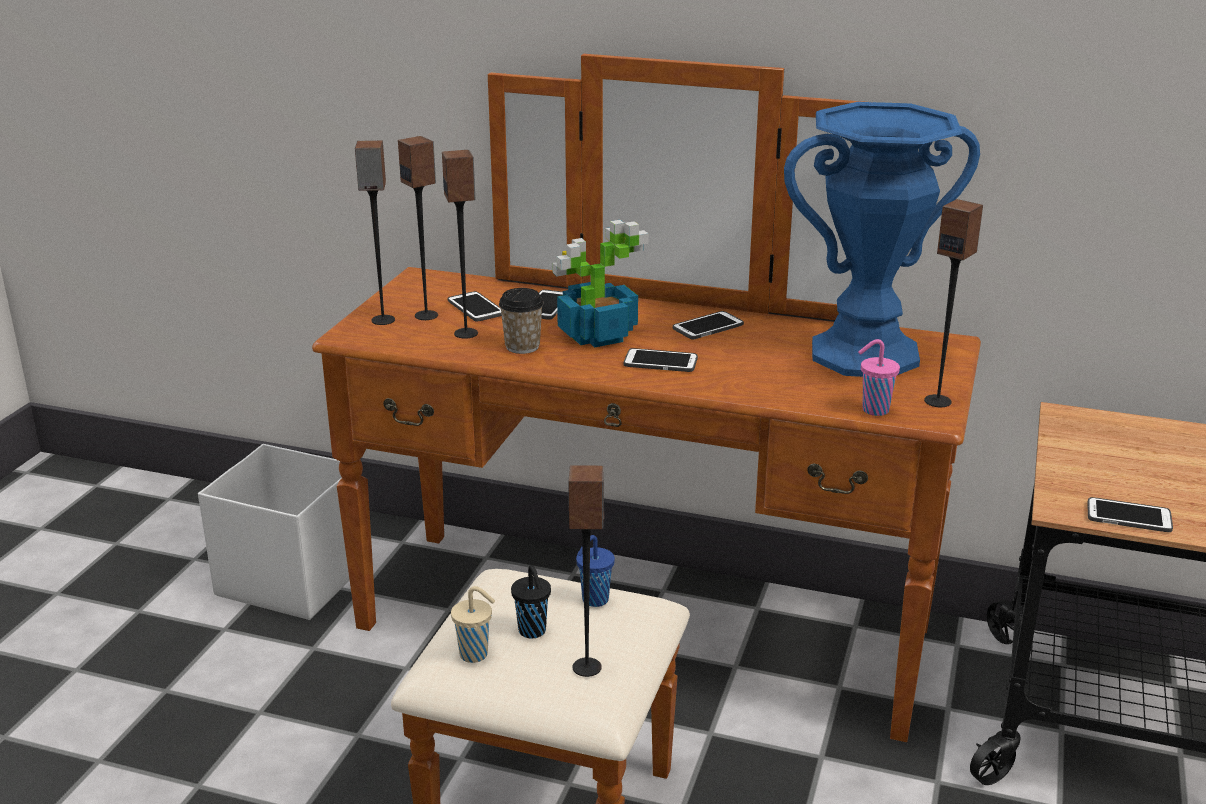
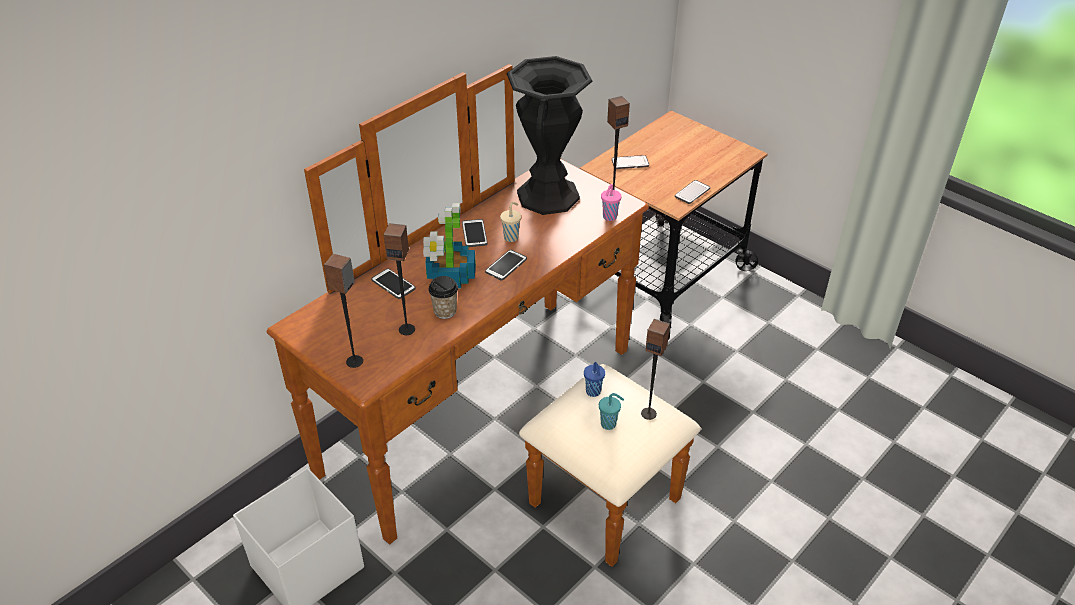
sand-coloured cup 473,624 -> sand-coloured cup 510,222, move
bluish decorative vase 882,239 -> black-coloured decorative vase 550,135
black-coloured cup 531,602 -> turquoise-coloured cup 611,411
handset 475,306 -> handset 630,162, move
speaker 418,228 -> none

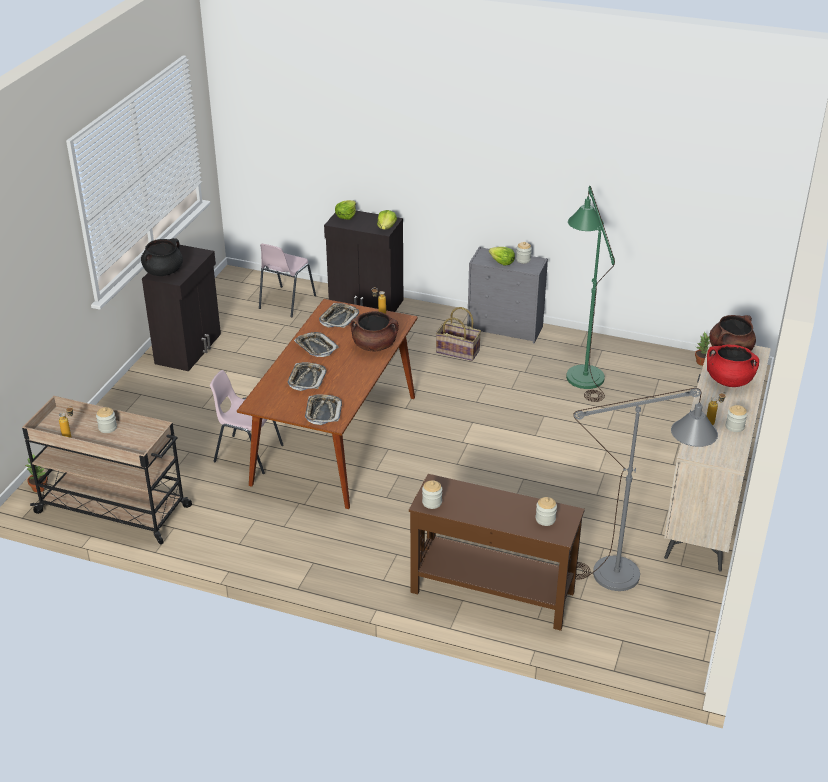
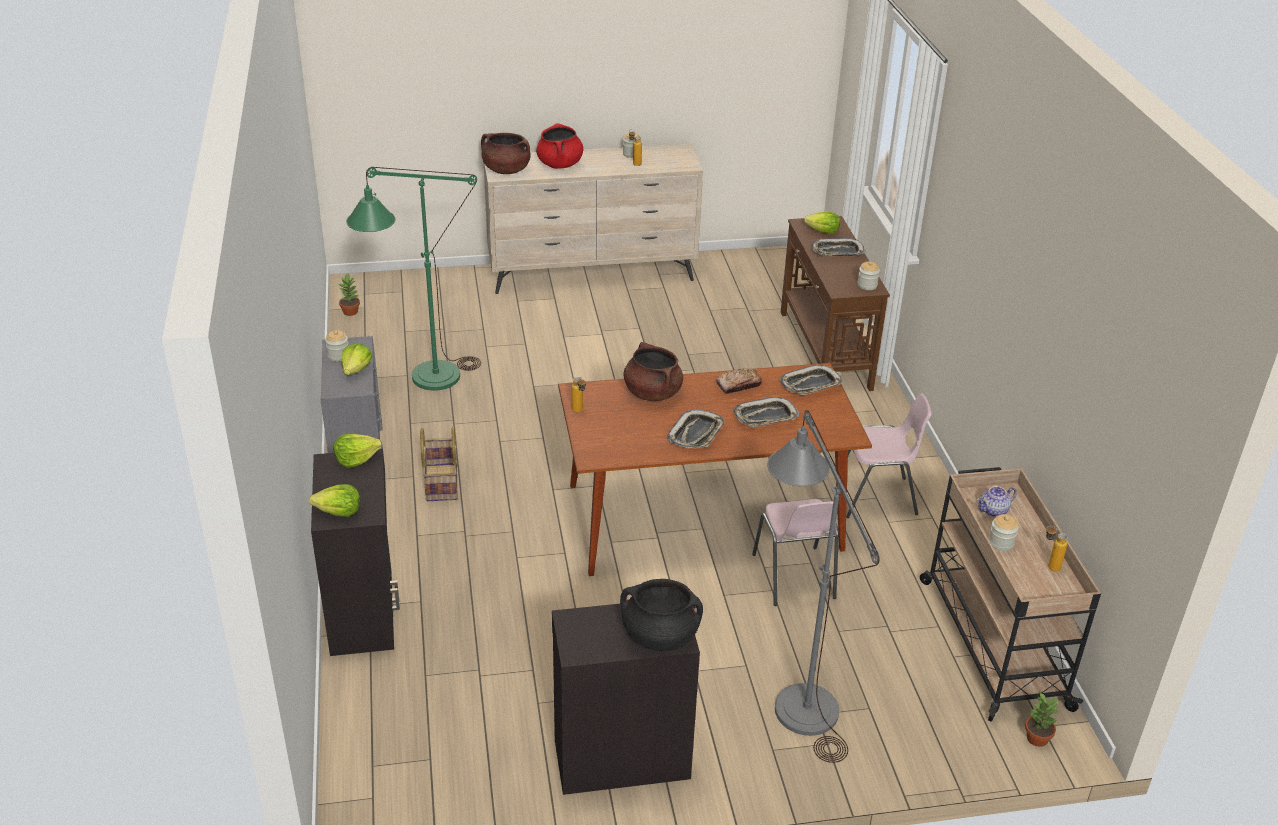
none -> bread 739,381
gray standing lamp 645,489 -> gray standing lamp 823,586, move
jar 546,511 -> head of lettuce 822,222
tray 339,315 -> tray 839,247, move
pink-coloured chair 287,281 -> pink-coloured chair 889,455, move
none -> tea pot 997,501

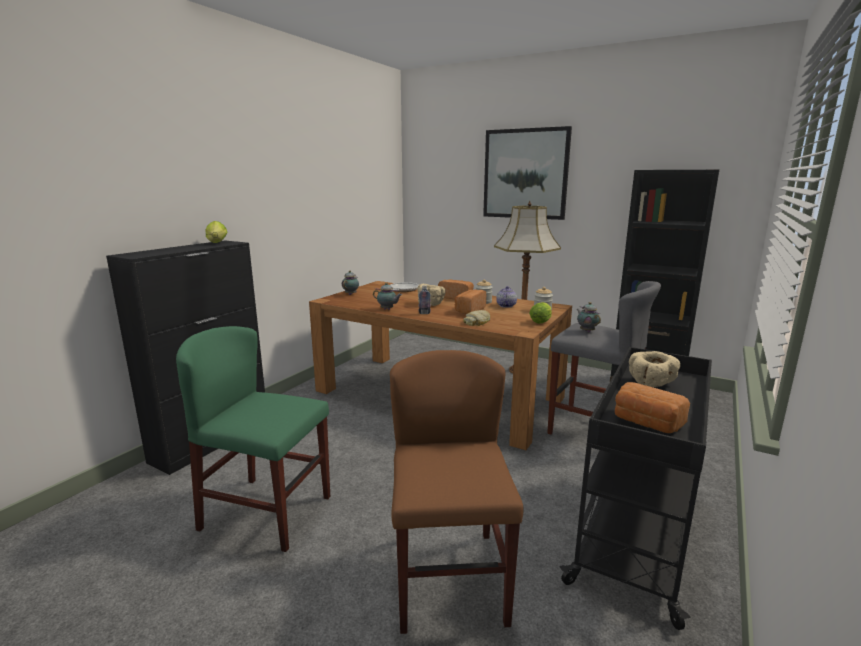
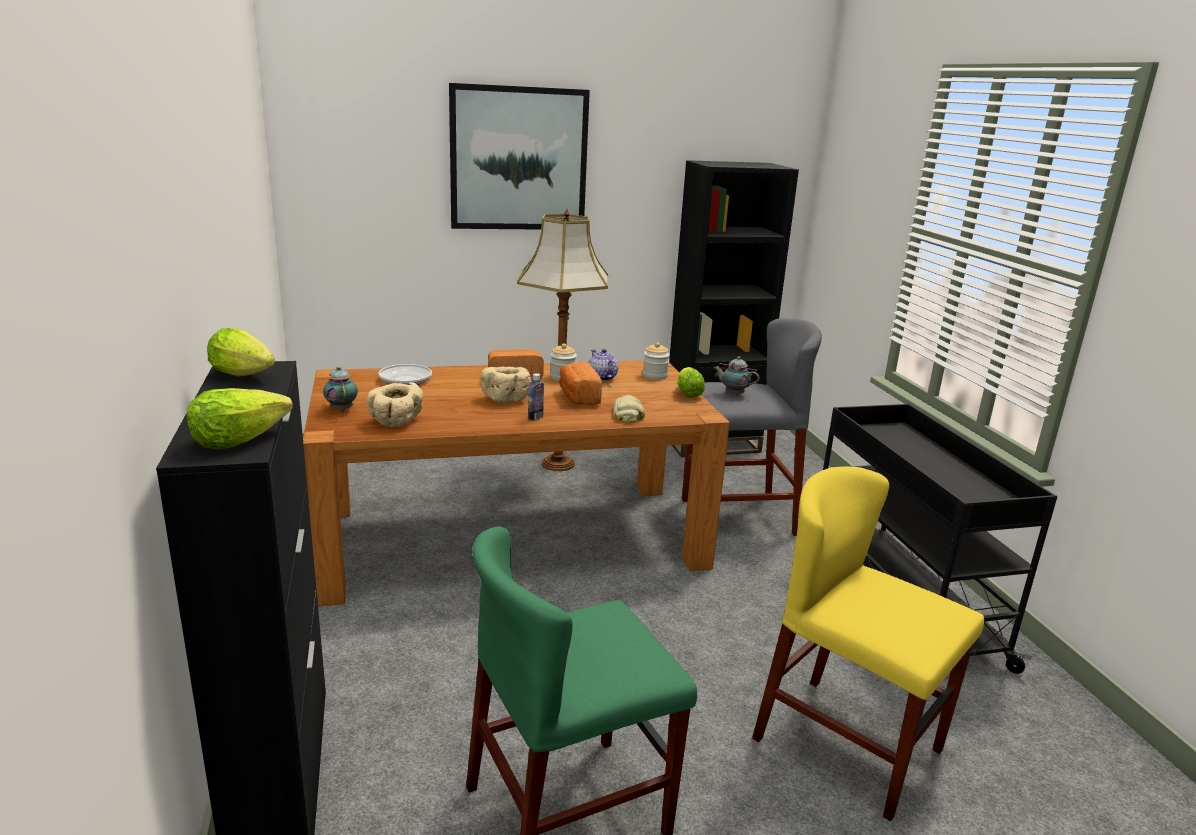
none -> head of lettuce 240,419
sand-coloured serving bowl 654,369 -> sand-coloured serving bowl 395,405, move
brownish chair 457,492 -> yellow-coloured chair 868,643
tea pot 387,296 -> none
bread 652,407 -> none

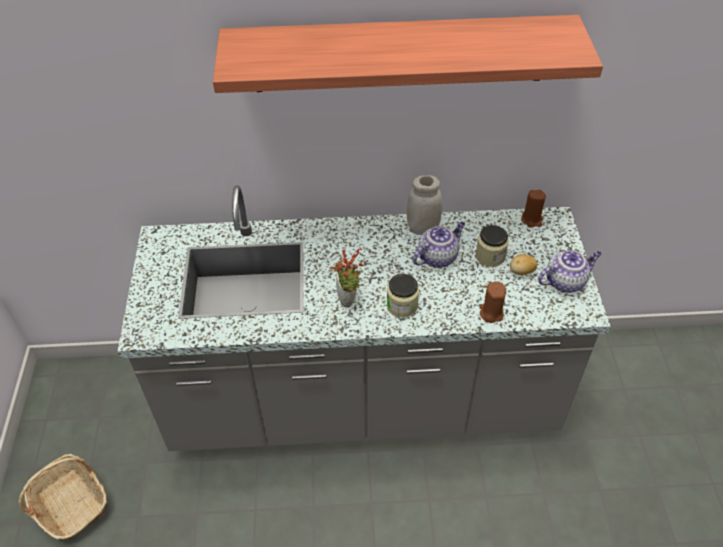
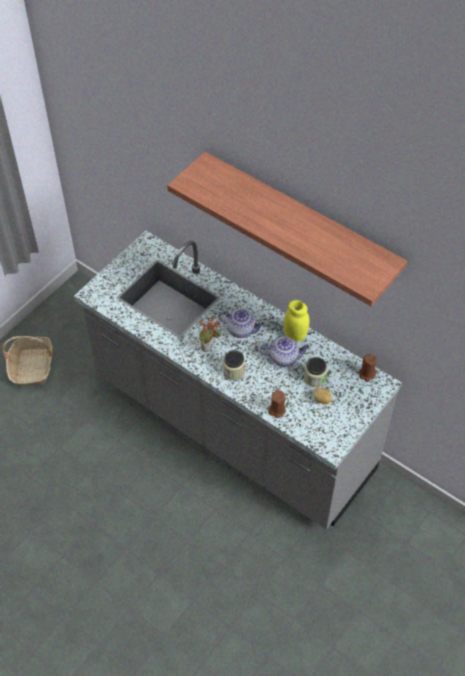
tea pot 570,271 -> tea pot 241,323, move
whitish jar 425,205 -> yellow-coloured jar 297,321

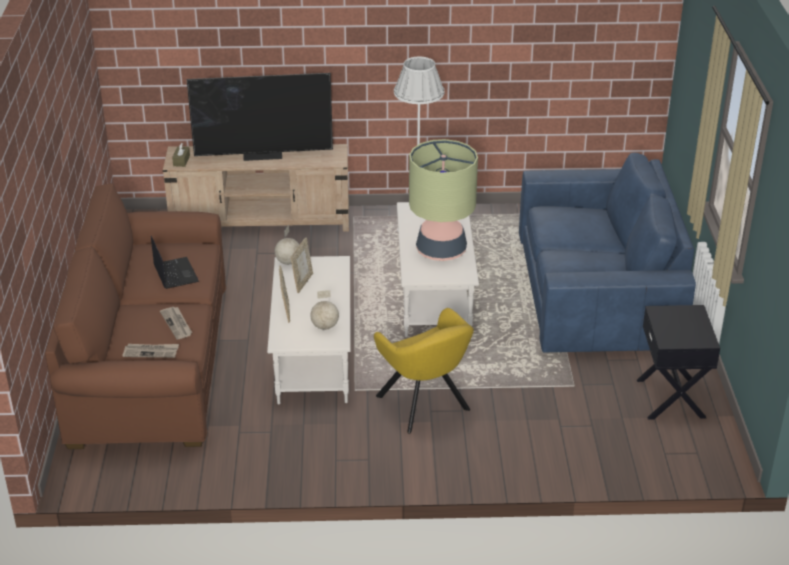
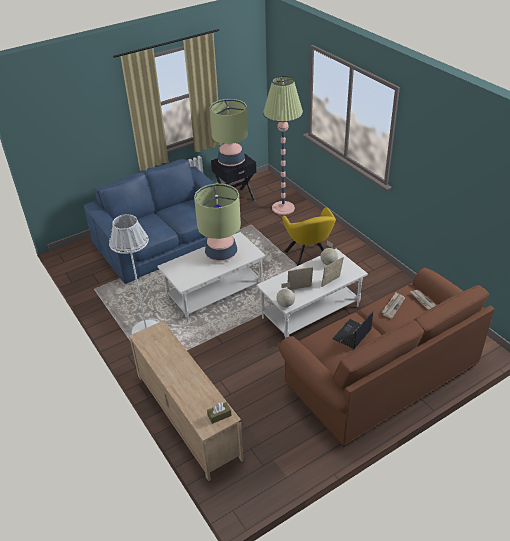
none -> lamp for a table 228,132
none -> standing lamp 283,145
yellow-coloured lounge chair 424,371 -> yellow-coloured lounge chair 309,236, 135 degrees clockwise
TV 260,117 -> none

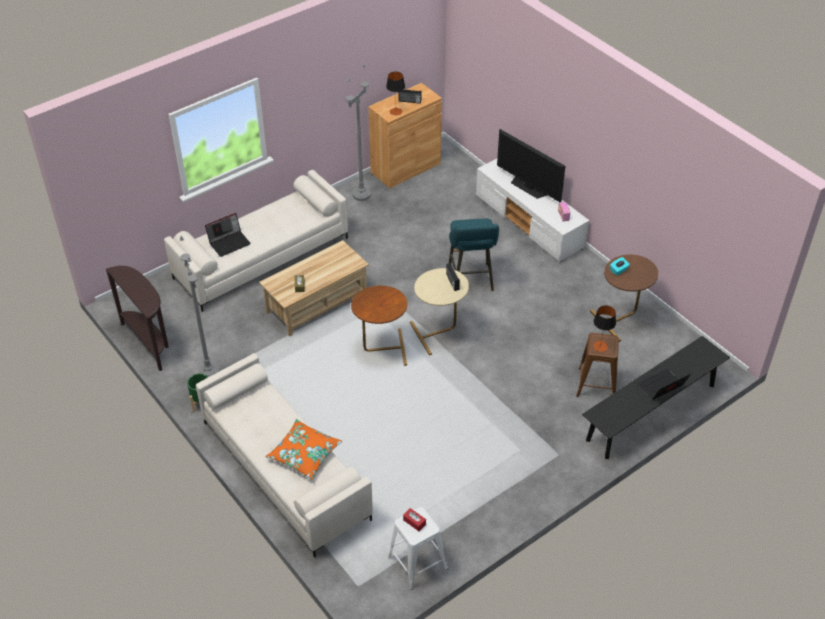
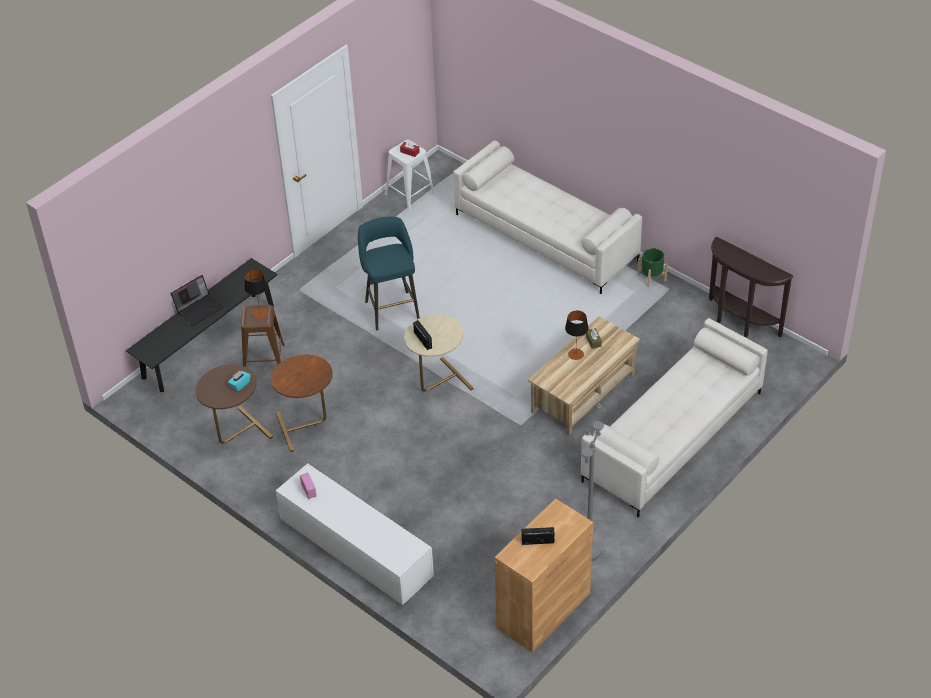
brownish end table 379,326 -> brownish end table 302,403, move
turquoise-coloured stool 474,255 -> turquoise-coloured stool 389,273, move
lamp for a table 395,93 -> lamp for a table 577,335, move
gray standing lamp 200,306 -> none
portable computer 228,235 -> none
orangey pillow 303,449 -> none
TV 531,165 -> none

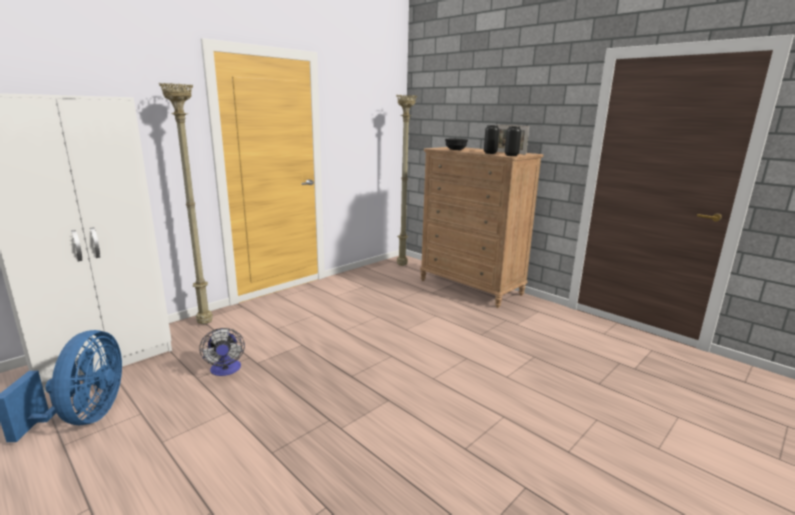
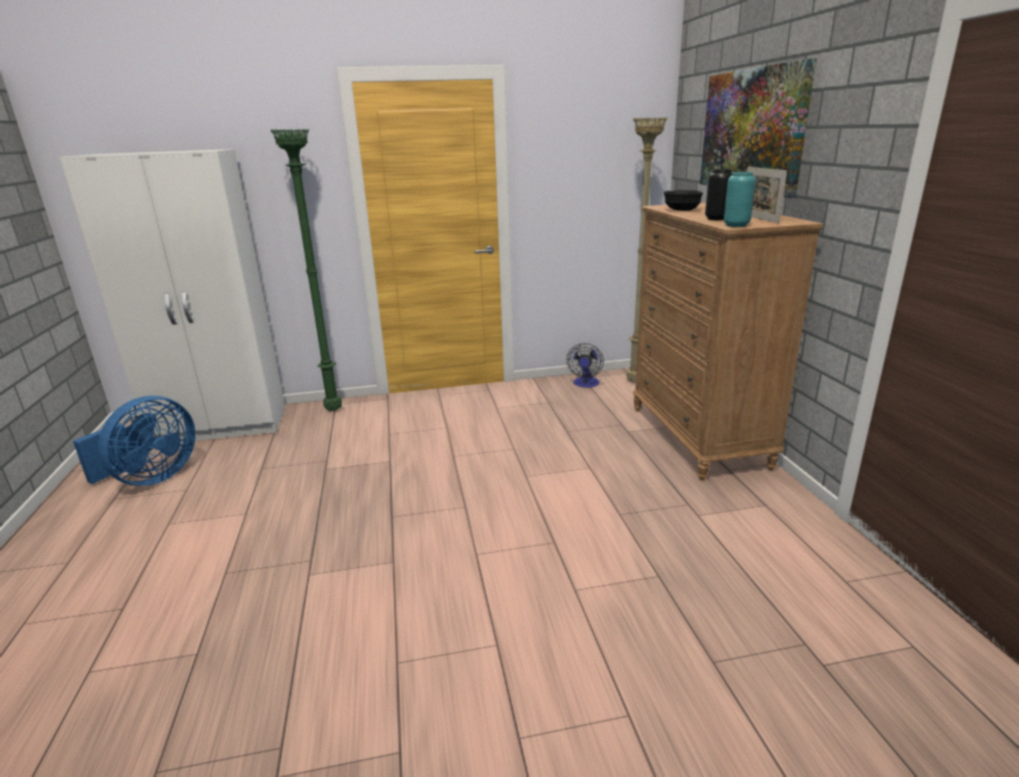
sand-coloured standing lamp 186,203 -> greenish standing lamp 306,270
cooling fan 222,352 -> cooling fan 585,365, move
none -> picture 758,128
black-coloured decorative vase 513,141 -> turquoise-coloured decorative vase 740,199

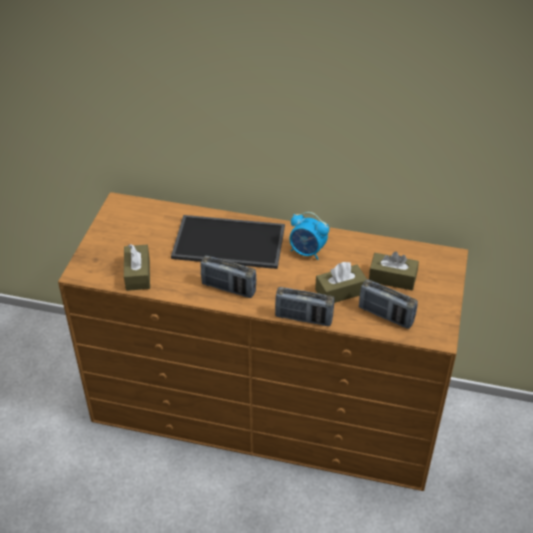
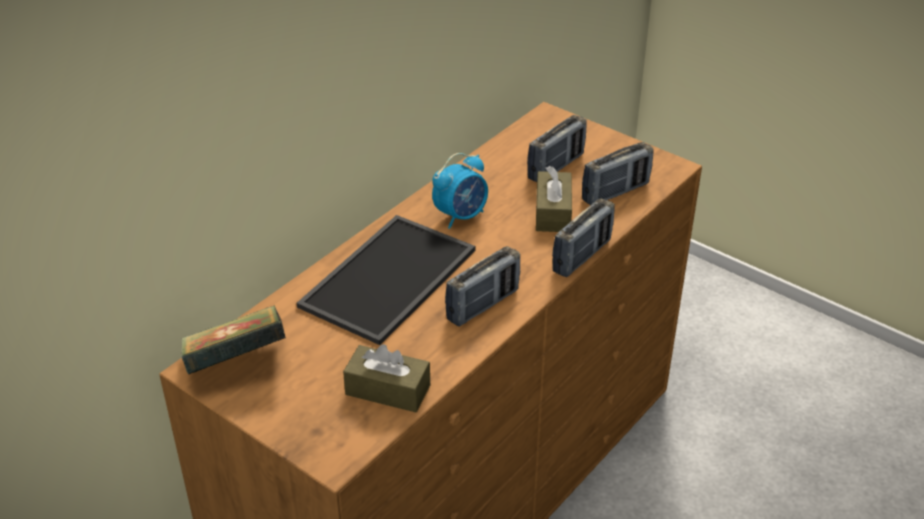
none -> bound book 233,340
brownish tissue holder 394,271 -> radio 557,148

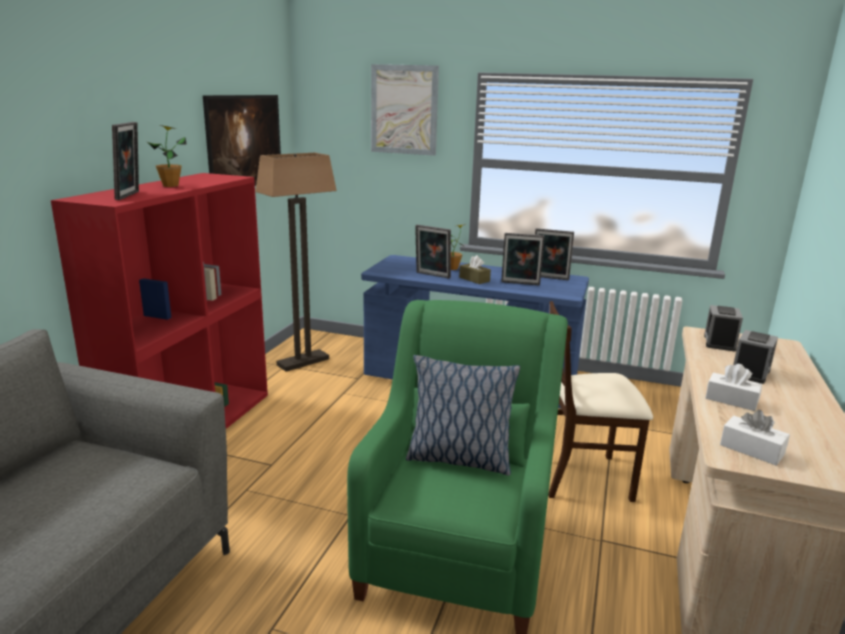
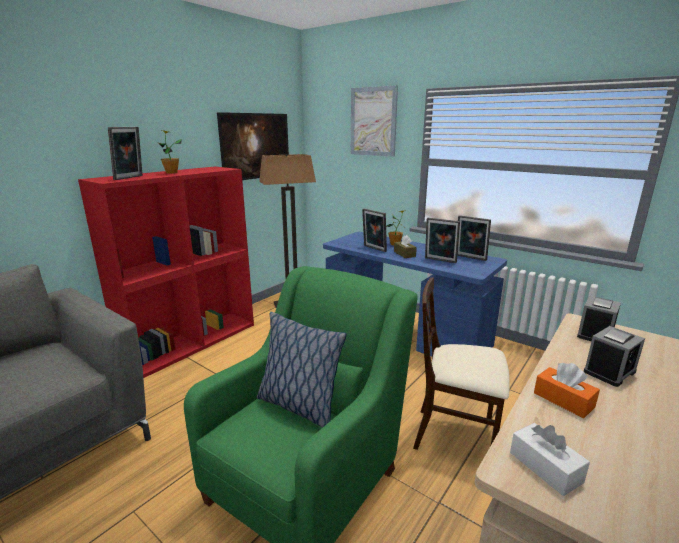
whitish tissue holder 733,387 -> orangey tissue holder 567,390

